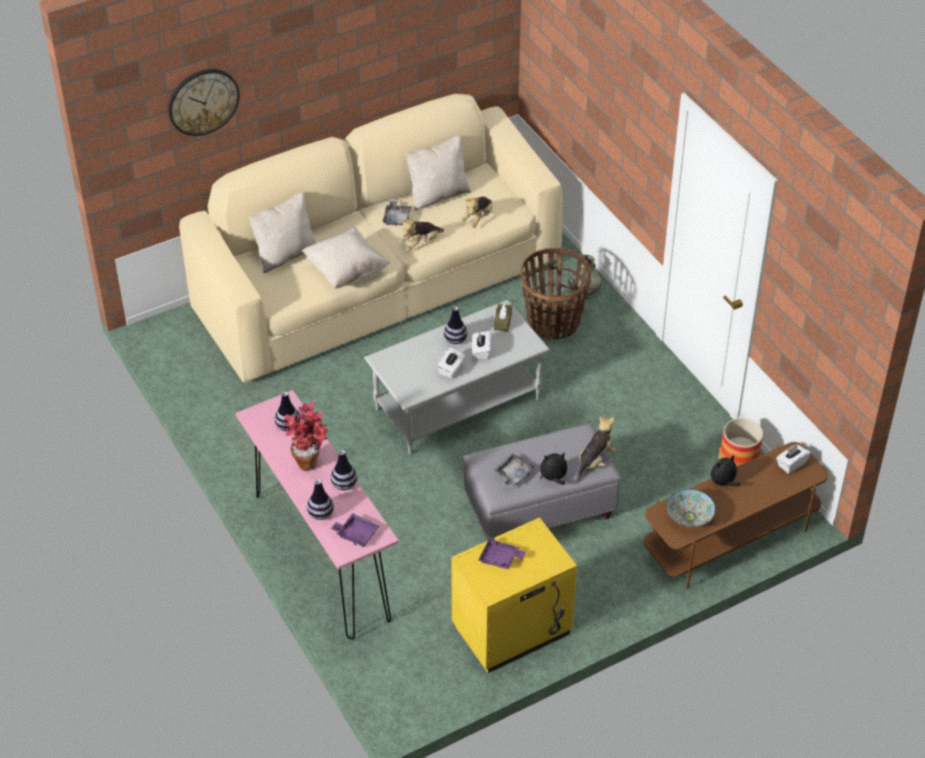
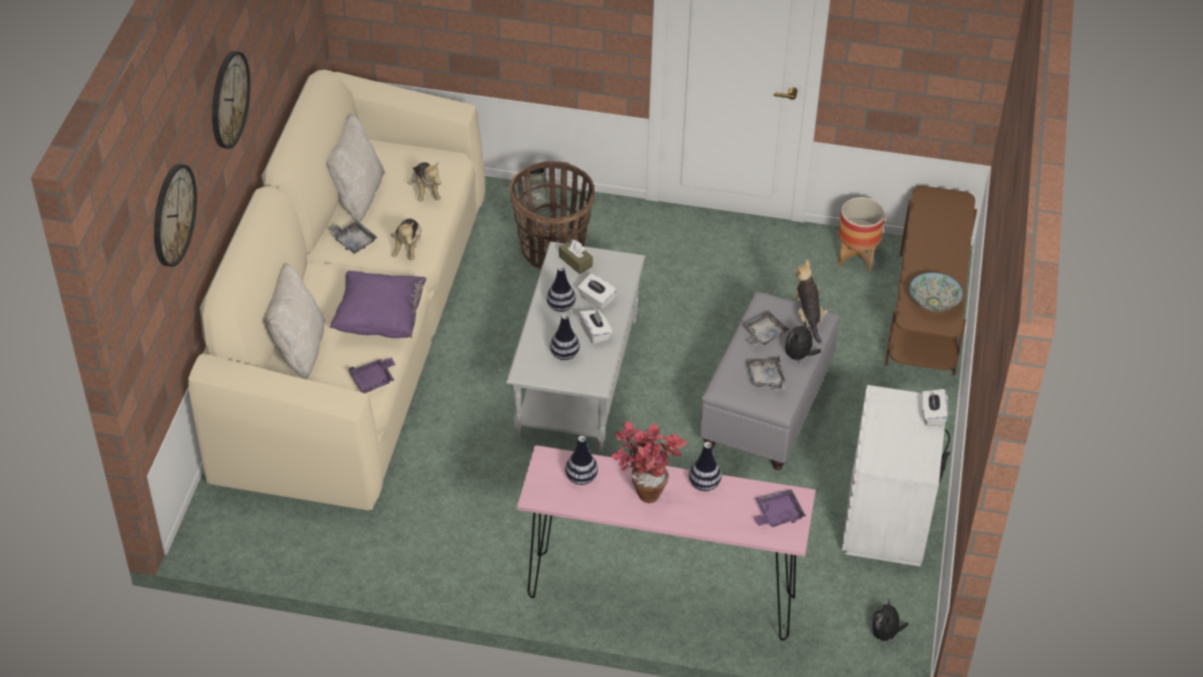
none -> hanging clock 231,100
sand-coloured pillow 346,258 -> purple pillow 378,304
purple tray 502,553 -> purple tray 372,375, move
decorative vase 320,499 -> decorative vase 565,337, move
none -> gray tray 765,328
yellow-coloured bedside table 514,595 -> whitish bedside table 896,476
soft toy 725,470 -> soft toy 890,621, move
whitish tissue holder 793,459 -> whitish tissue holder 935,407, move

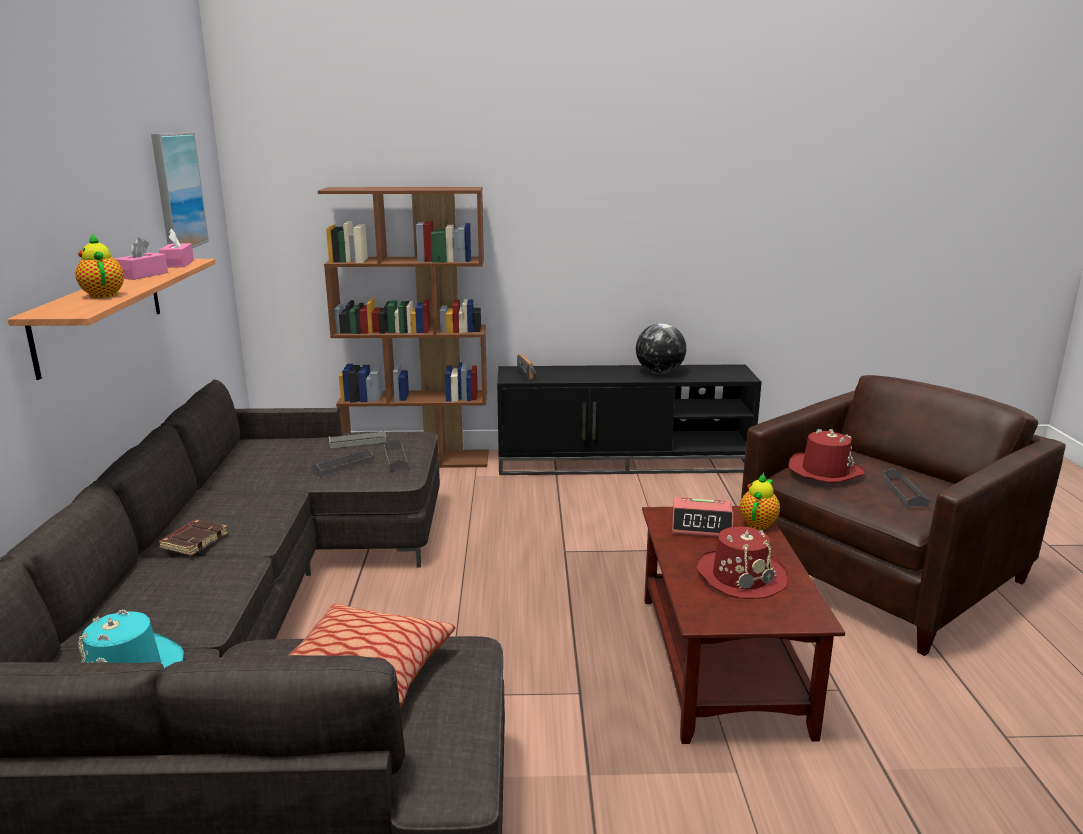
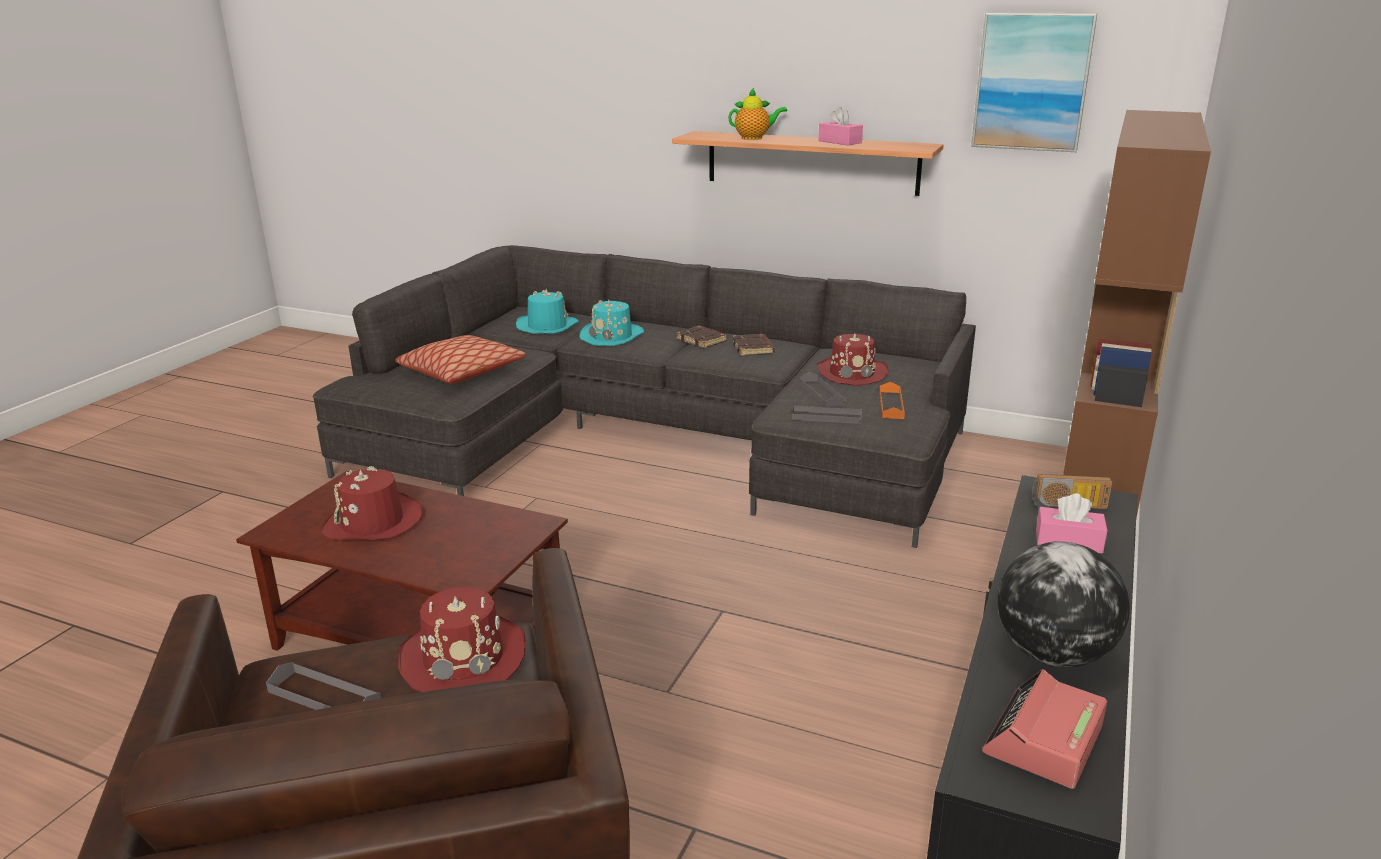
none -> turquoise-coloured clothing hat 611,323
none -> brownish bound book 753,345
none -> red clothing hat 852,360
gray tray 357,439 -> orangey tray 892,400
alarm clock 702,517 -> alarm clock 1044,729, move
pink-coloured tissue holder 176,248 -> pink-coloured tissue holder 1072,523, move
tea pot 760,501 -> none

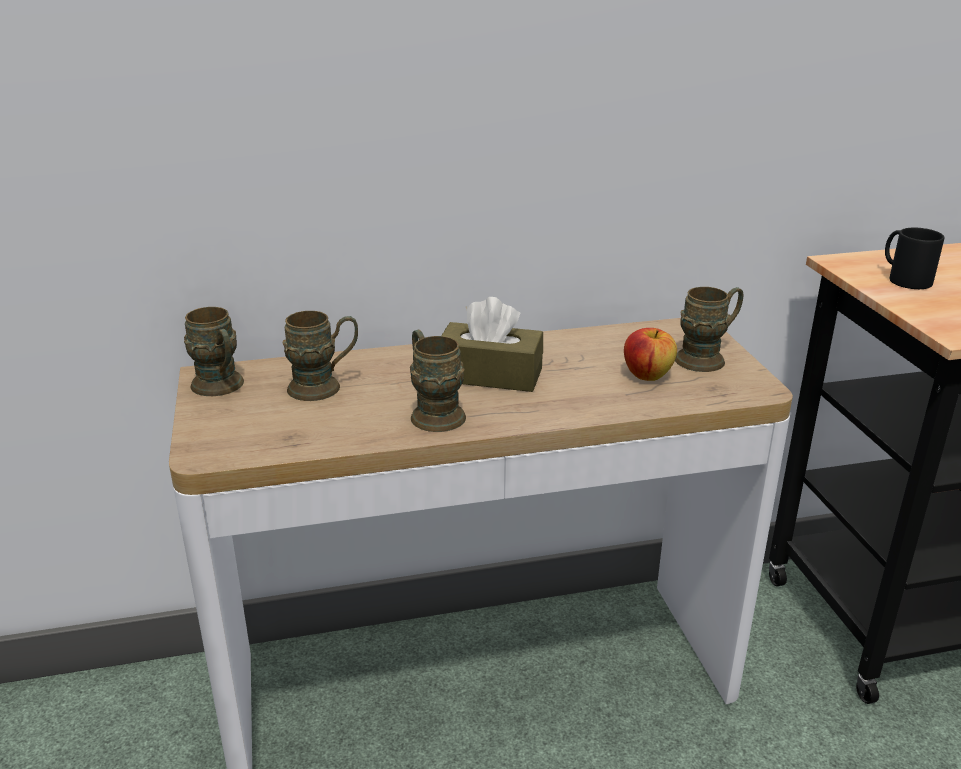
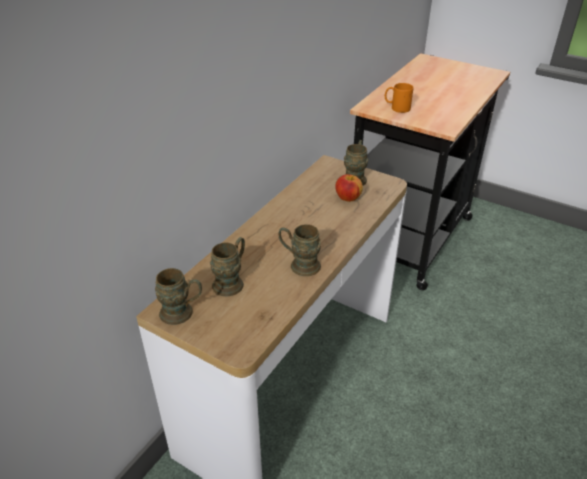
black-coloured coffee mug 914,258 -> orangey coffee mug 399,98
brownish tissue holder 492,344 -> none

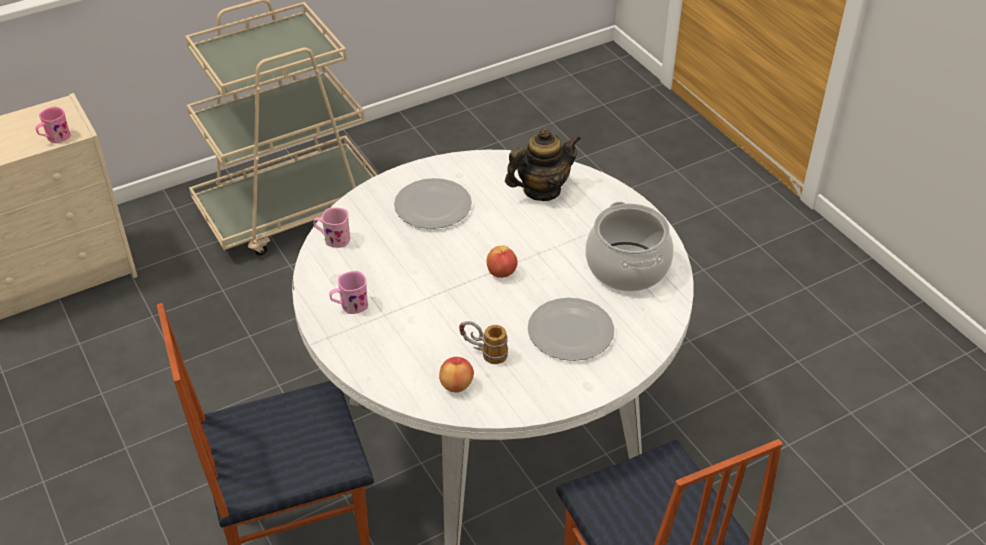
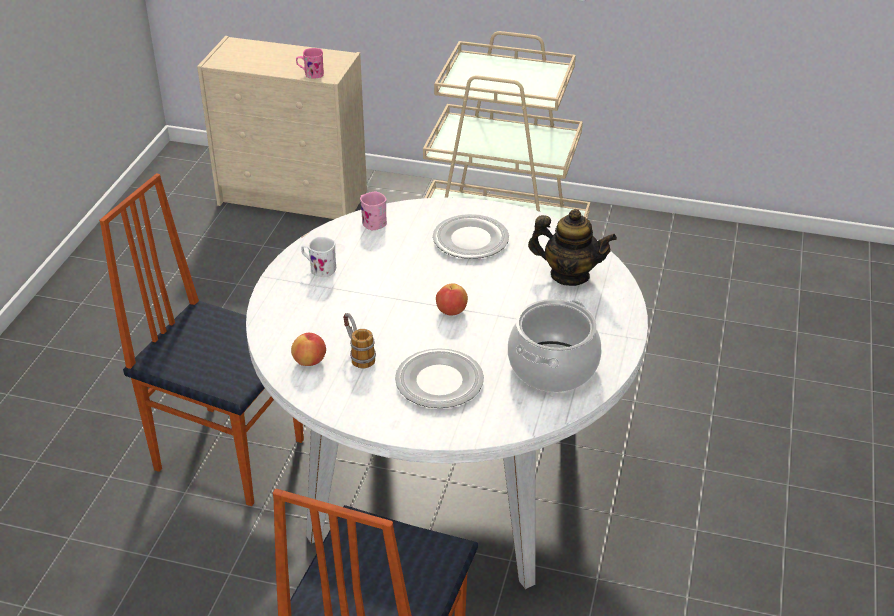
pink-coloured coffee mug 348,292 -> whitish coffee mug 318,257

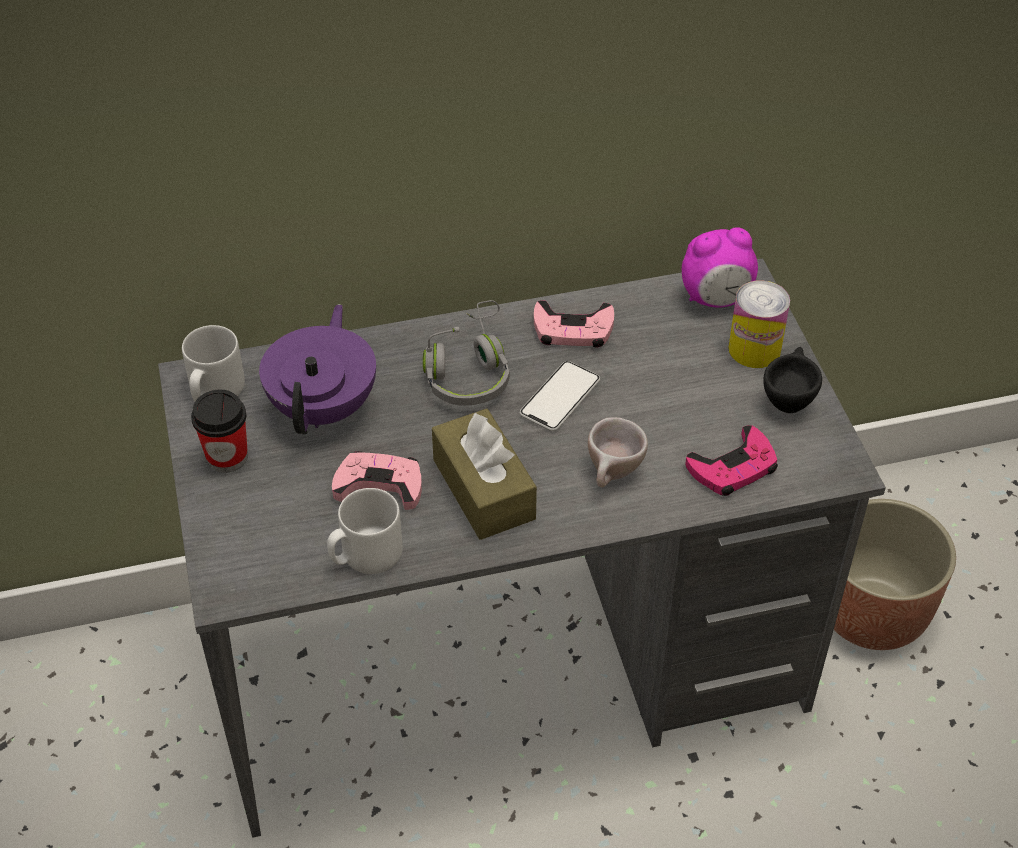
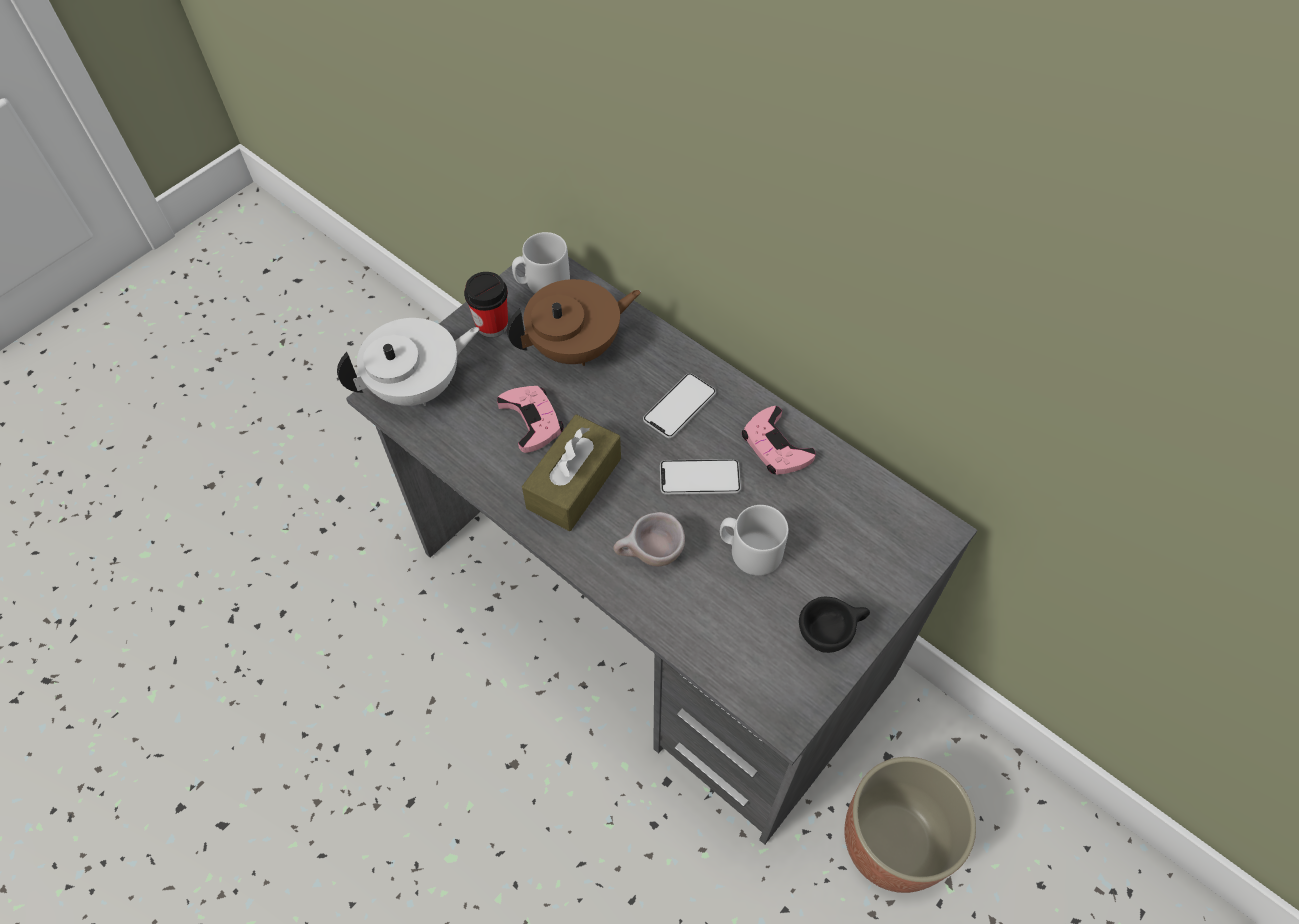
none -> whitish tea pot 408,362
purple tea pot 317,369 -> brownish tea pot 574,322
gray headset 466,353 -> handset 679,405
gray coffee mug 365,531 -> gray coffee mug 754,540, move
alarm clock 720,267 -> none
pink-coloured game controller 731,460 -> none
can 759,324 -> none

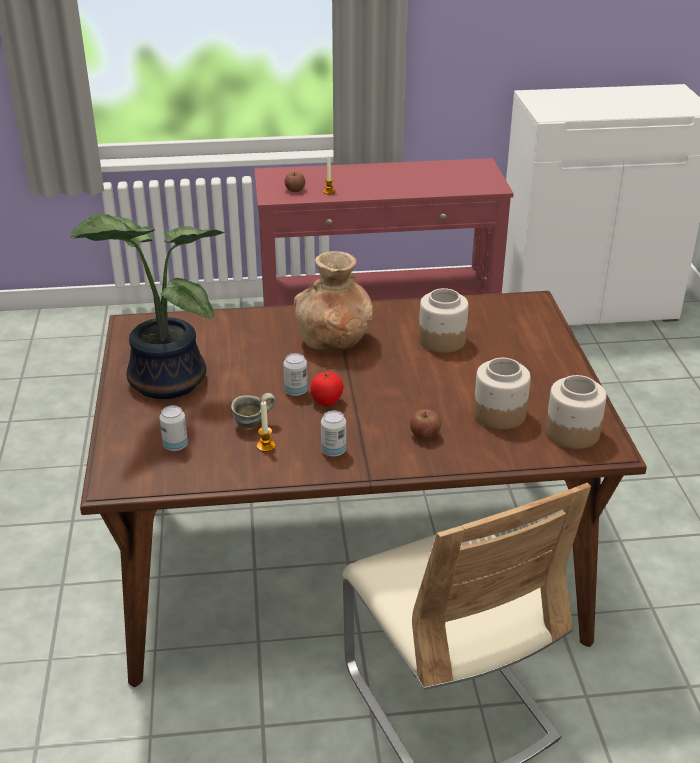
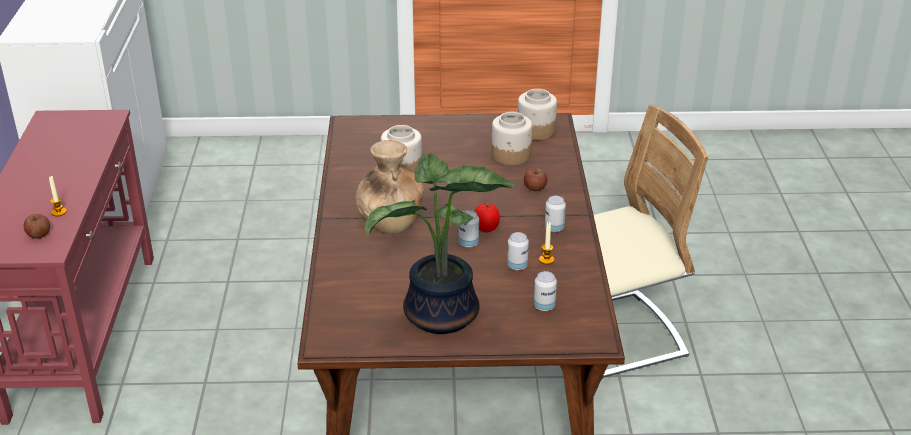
gray coffee mug 253,410 -> can 518,251

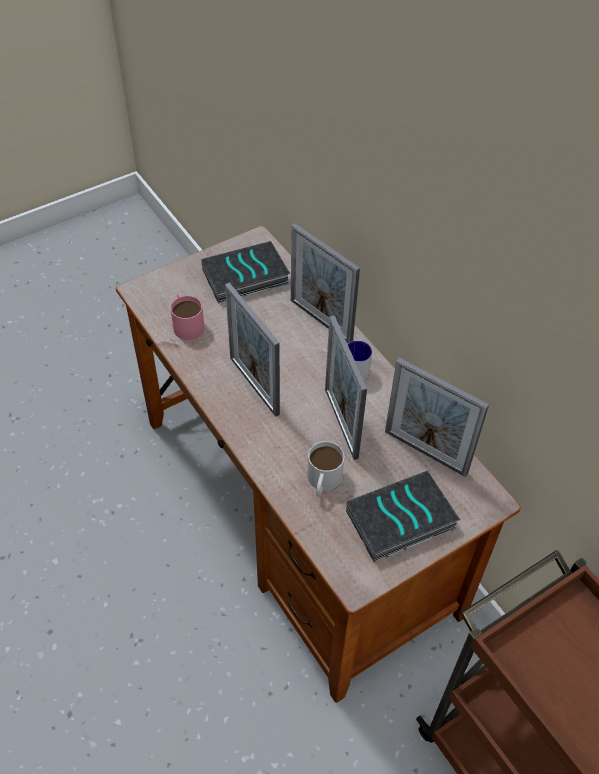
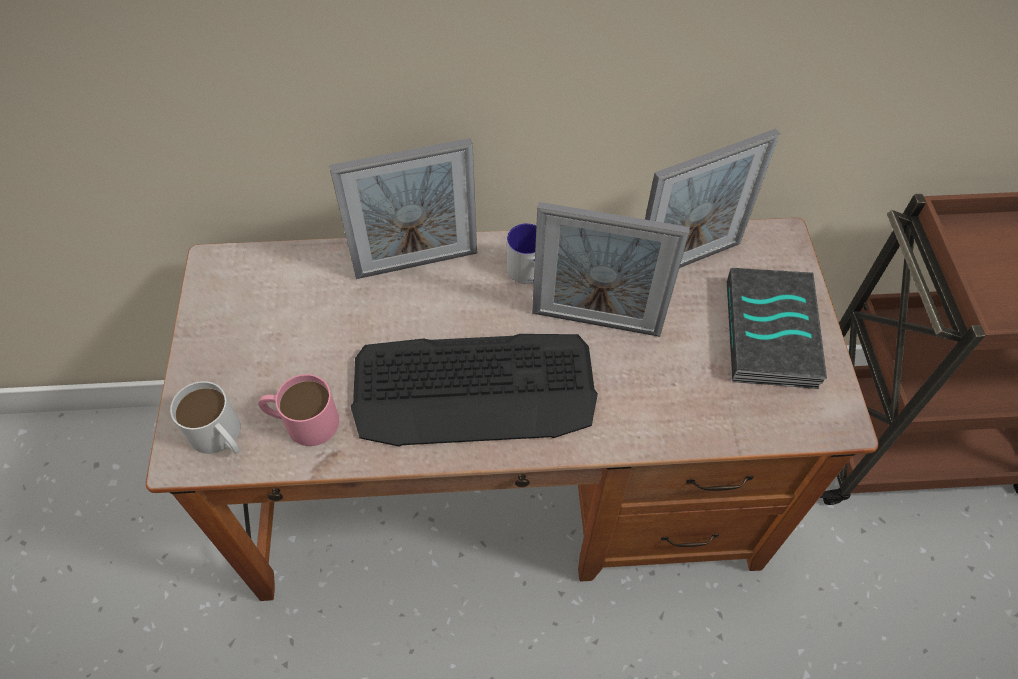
whitish coffee mug 325,469 -> whitish coffee mug 205,417, move
standing frame 252,350 -> computer keyboard 474,390
bound book 245,272 -> none

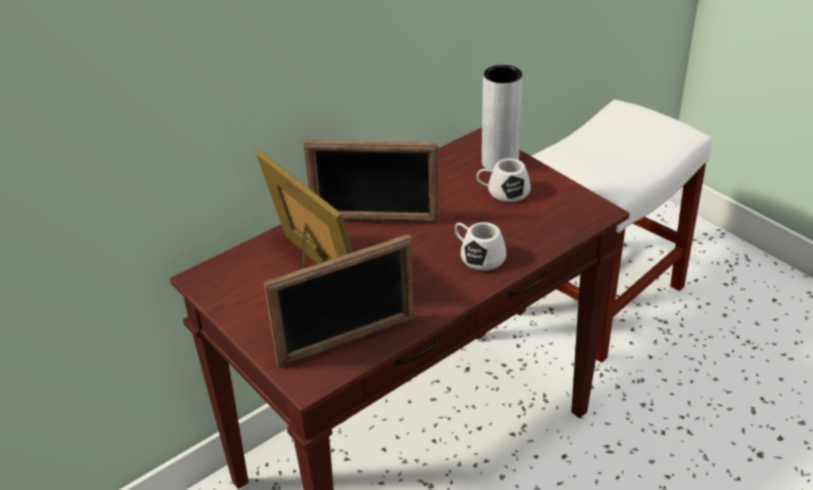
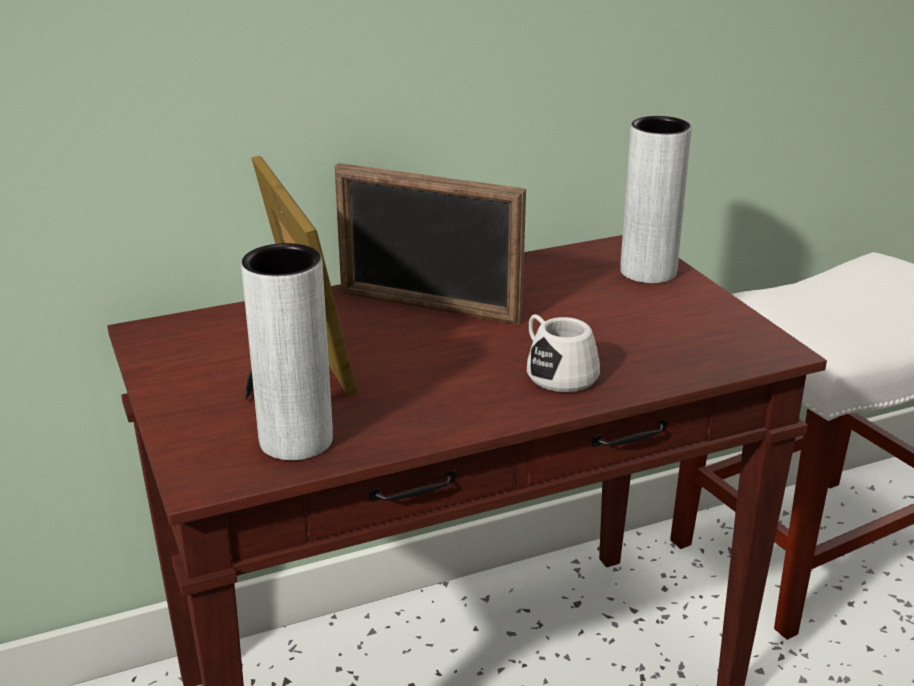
standing frame 339,301 -> gray decorative vase 287,351
whitish coffee mug 503,180 -> none

